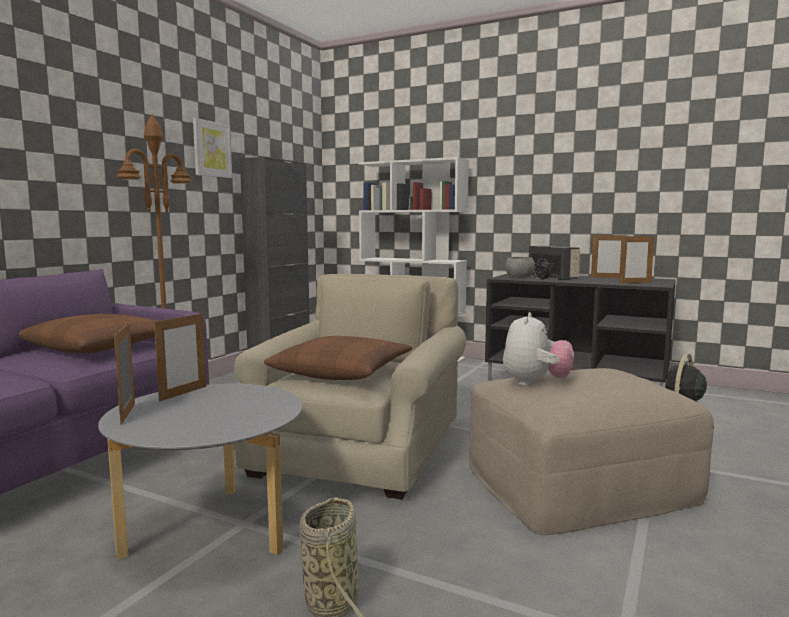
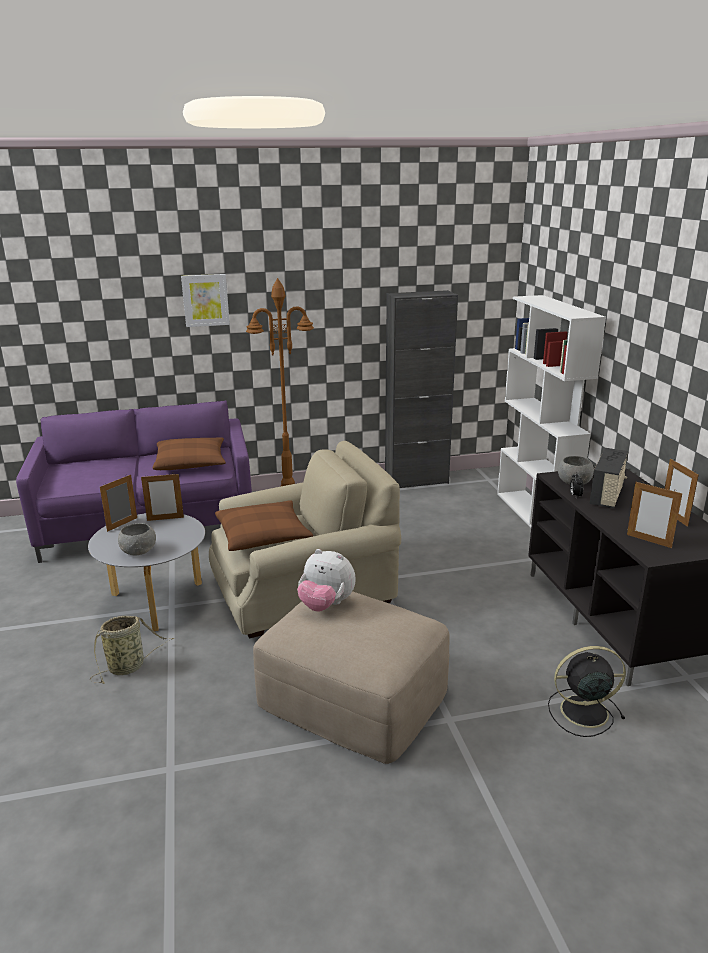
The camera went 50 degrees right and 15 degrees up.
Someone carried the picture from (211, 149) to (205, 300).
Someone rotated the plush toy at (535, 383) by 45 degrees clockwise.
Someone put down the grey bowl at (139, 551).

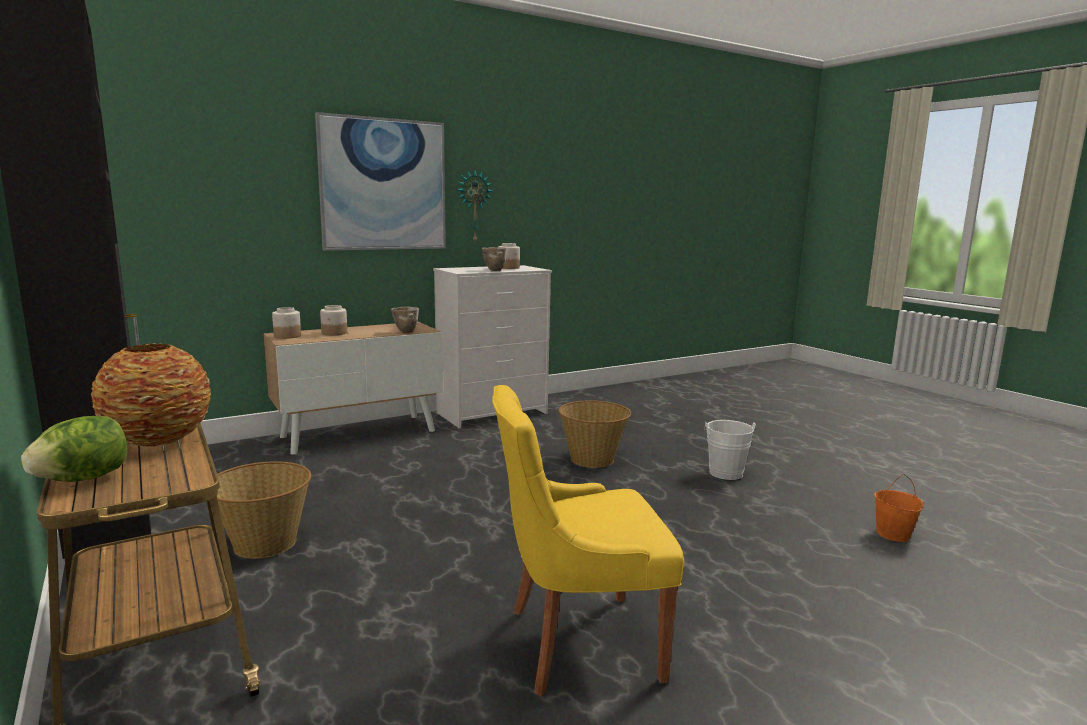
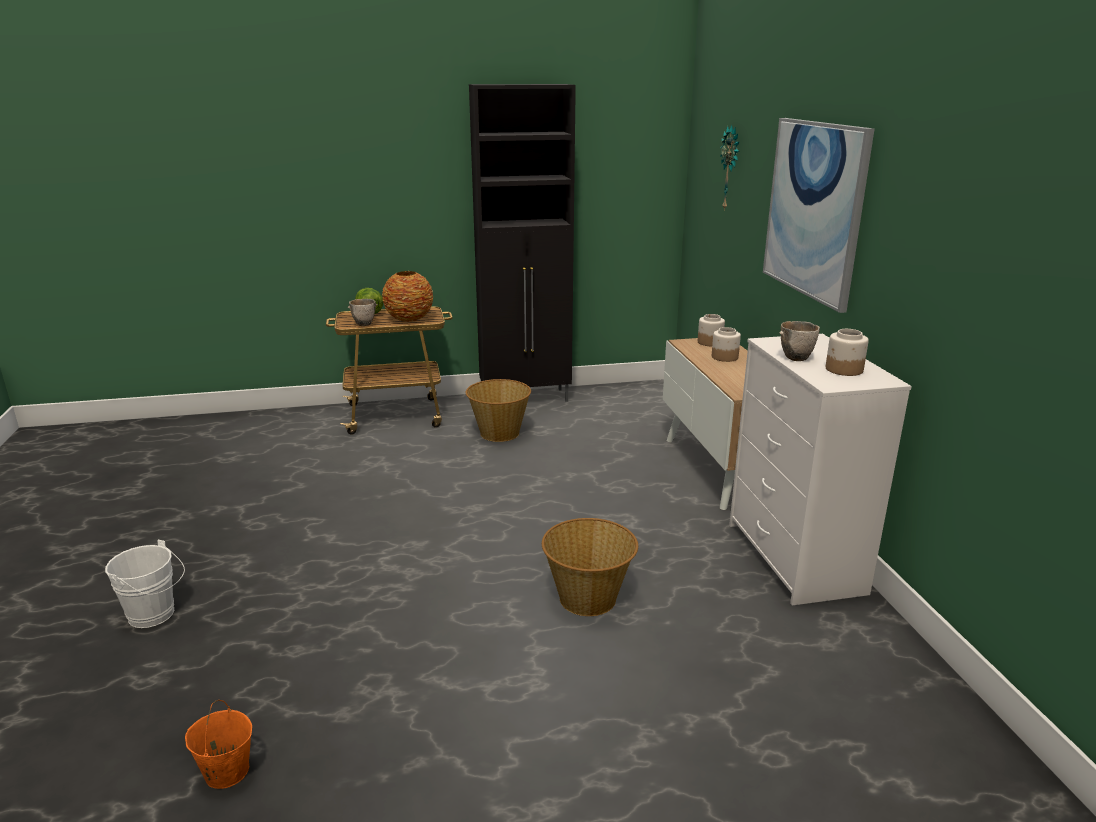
The camera went 110 degrees right and 10 degrees up.
Someone carried the bowl from (405, 331) to (365, 324).
Someone carried the wall clock from (473, 207) to (731, 168).
Someone took away the yellow chair at (577, 643).
Someone carried the white bucket from (724, 471) to (155, 615).

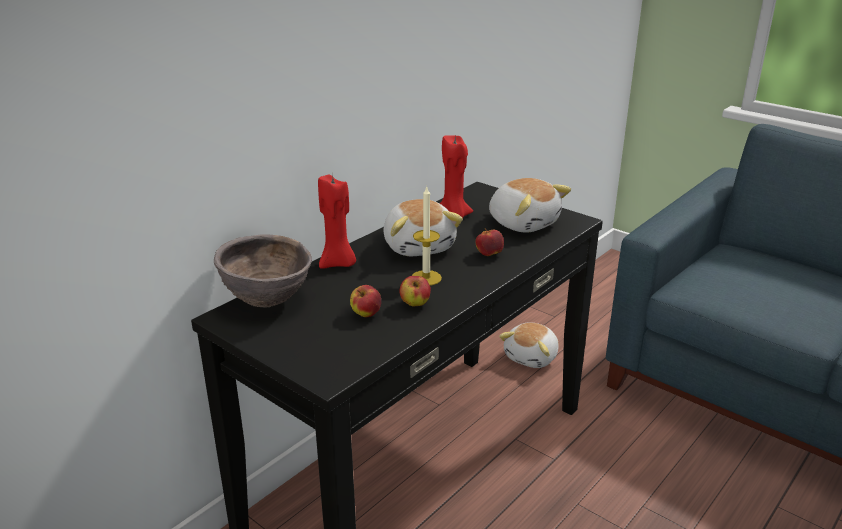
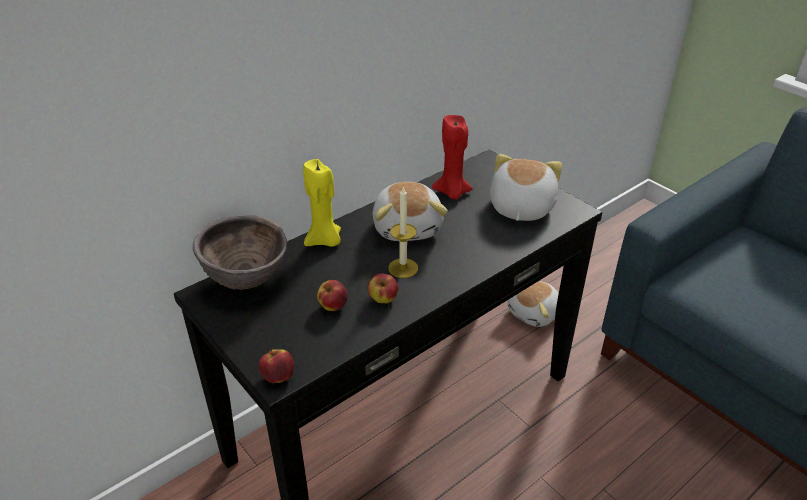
The camera went 10 degrees right and 10 degrees up.
Someone repainted the red candle at (338, 263), which became the yellow candle at (325, 241).
Someone carried the apple from (489, 254) to (278, 377).
Someone rotated the plush toy at (523, 222) by 135 degrees counterclockwise.

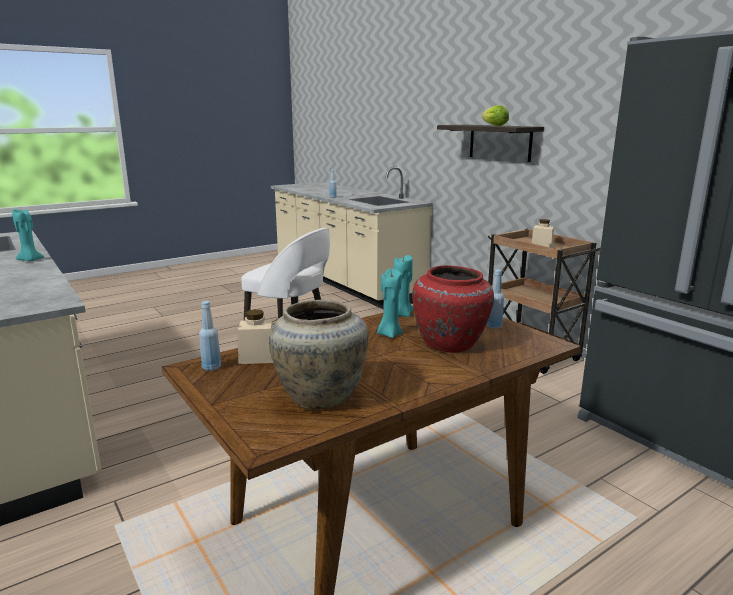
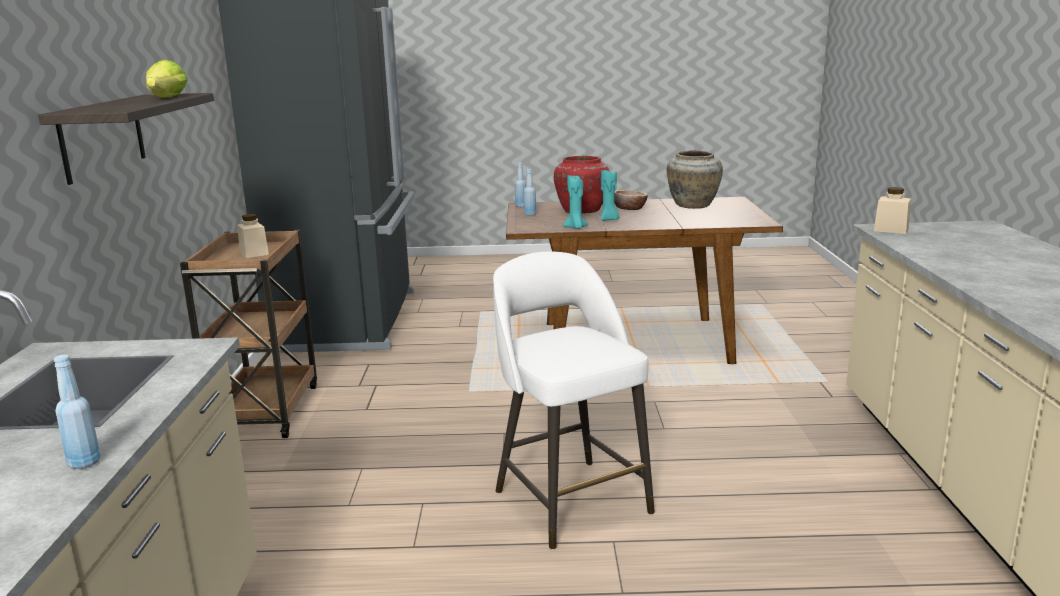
The camera went 145 degrees left and 0 degrees up.
Someone took away the turquoise candle at (30, 260).
Someone carried the blue bottle from (211, 367) to (521, 206).
Someone carried the beige jar from (257, 357) to (891, 230).
Someone put down the bowl at (629, 208).

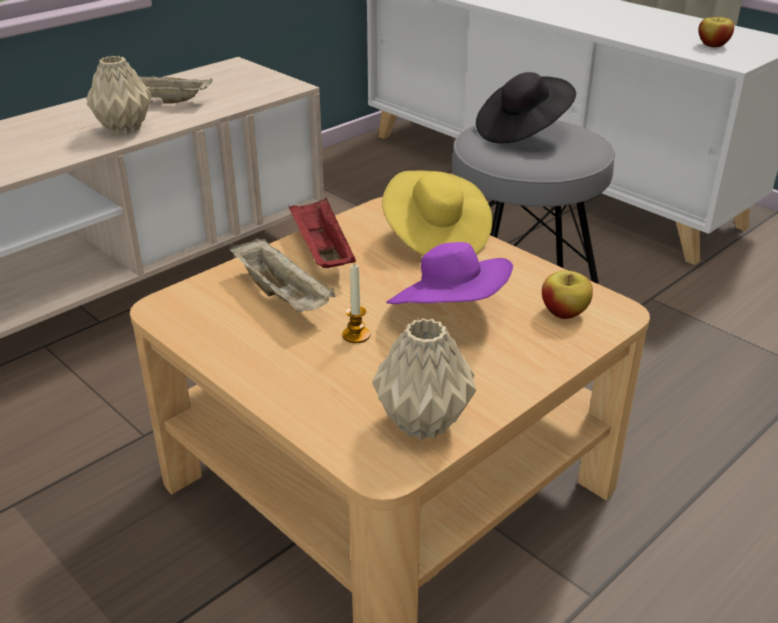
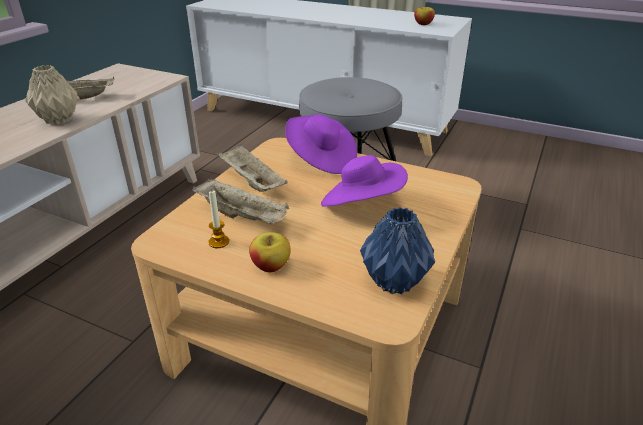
The camera went 20 degrees left and 0 degrees up.
Someone repainted the red tray at (321, 252), which became the beige tray at (251, 182).
Someone carried the candle from (356, 335) to (219, 242).
Someone repainted the beige vase at (425, 423), which became the blue vase at (396, 282).
Someone repainted the yellow hat at (435, 239), which became the purple hat at (321, 160).
Someone took away the black hat at (522, 131).
Someone carried the apple from (564, 312) to (271, 265).

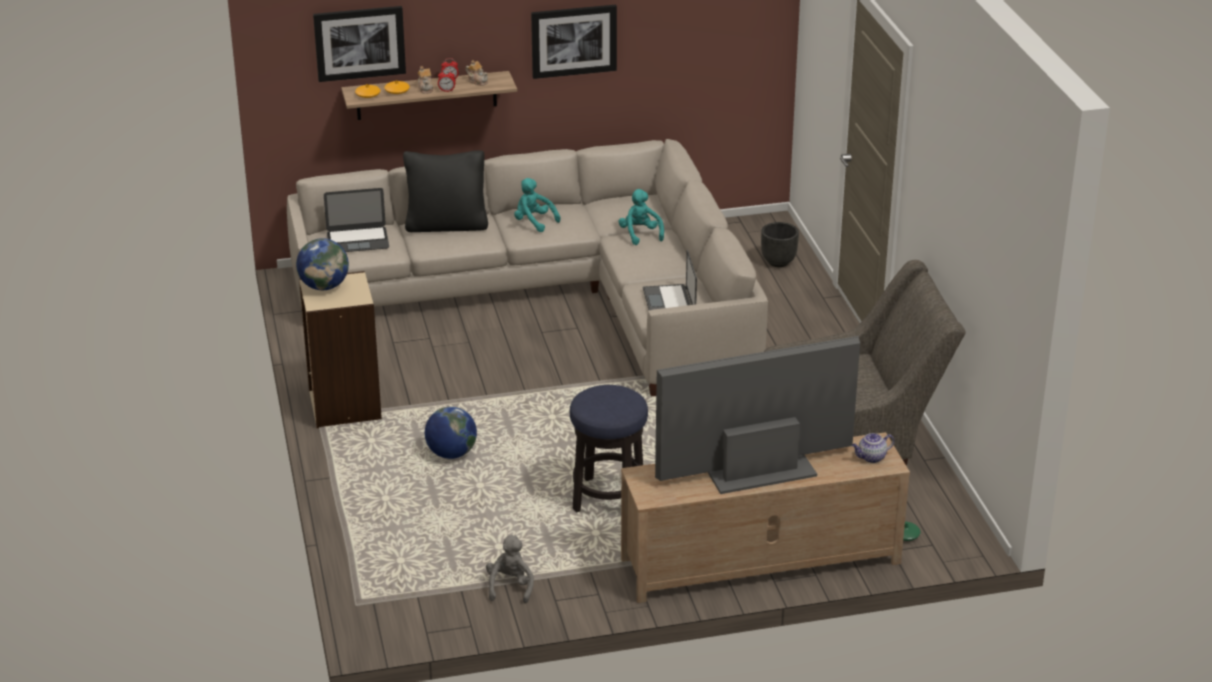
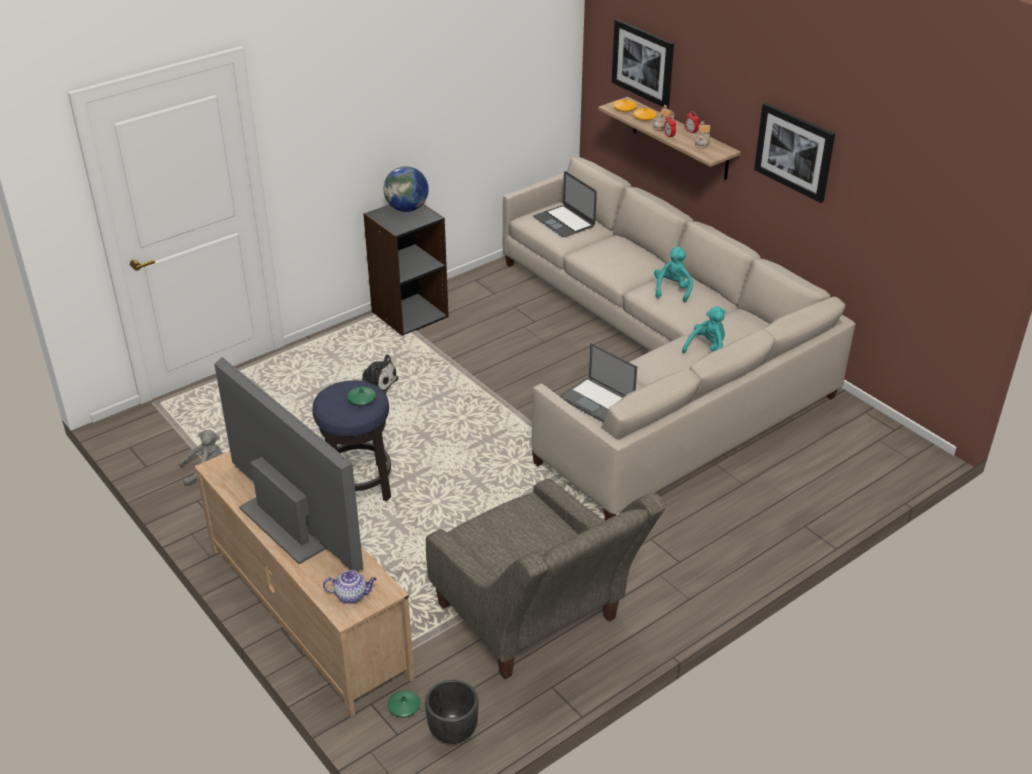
The camera went 65 degrees right and 5 degrees up.
Someone repainted the beige bookcase at (344, 406), which became the black bookcase at (409, 314).
Someone took away the black pillow at (447, 225).
Someone swapped the globe at (451, 454) for the plush toy at (376, 383).
Someone rotated the laptop at (669, 302) by 105 degrees counterclockwise.
Someone carried the black planter from (779, 262) to (453, 732).
Someone rotated the teapot at (871, 458) by 135 degrees clockwise.
Someone put down the green vase at (362, 399).

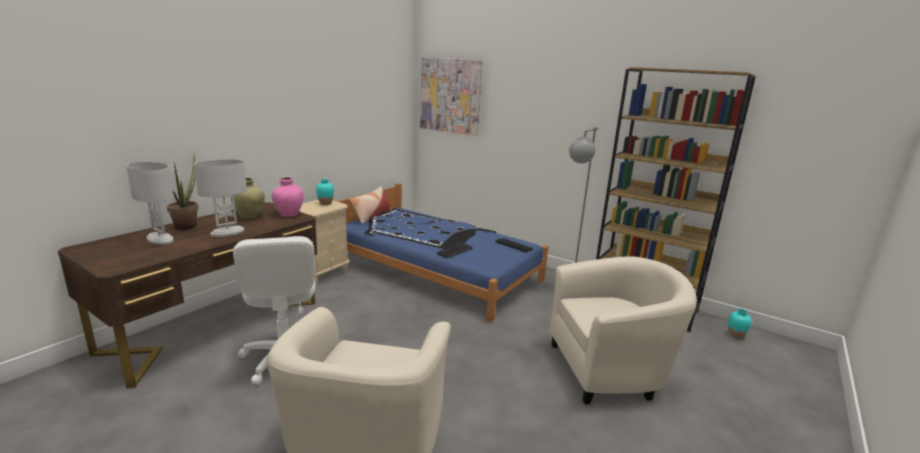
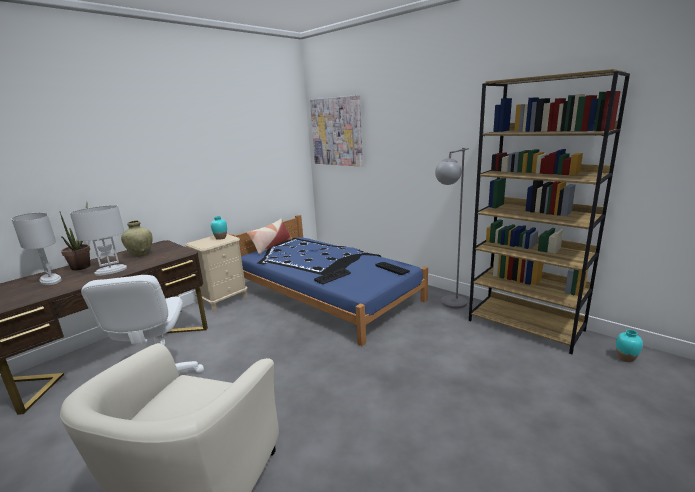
The camera went 10 degrees right and 0 degrees up.
Someone took away the pink vase at (289, 214).
Someone took away the beige armchair at (609, 370).

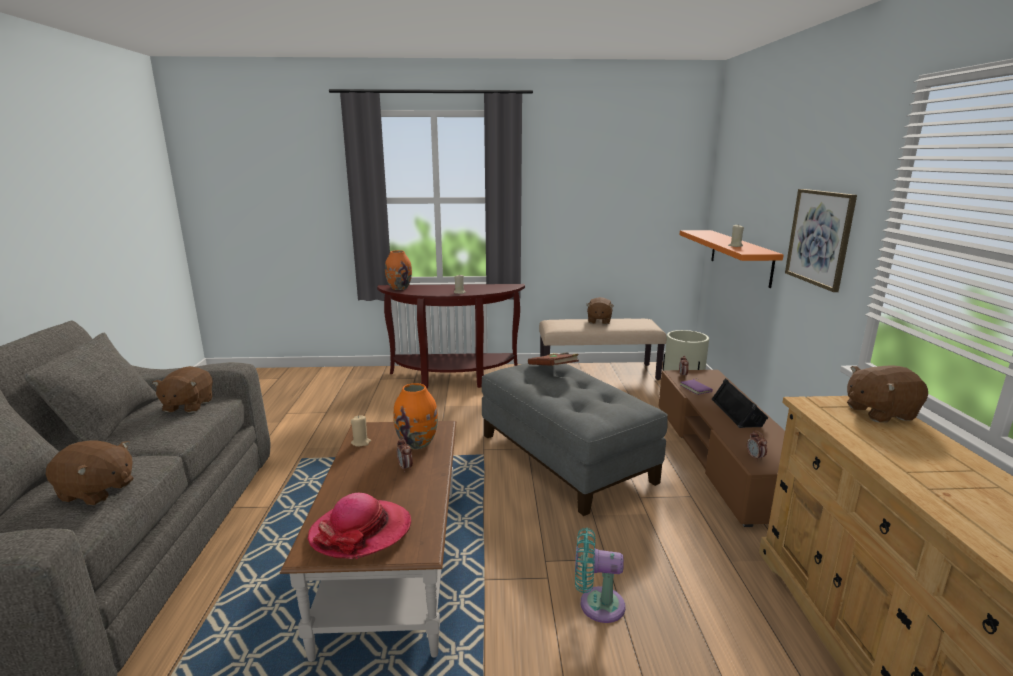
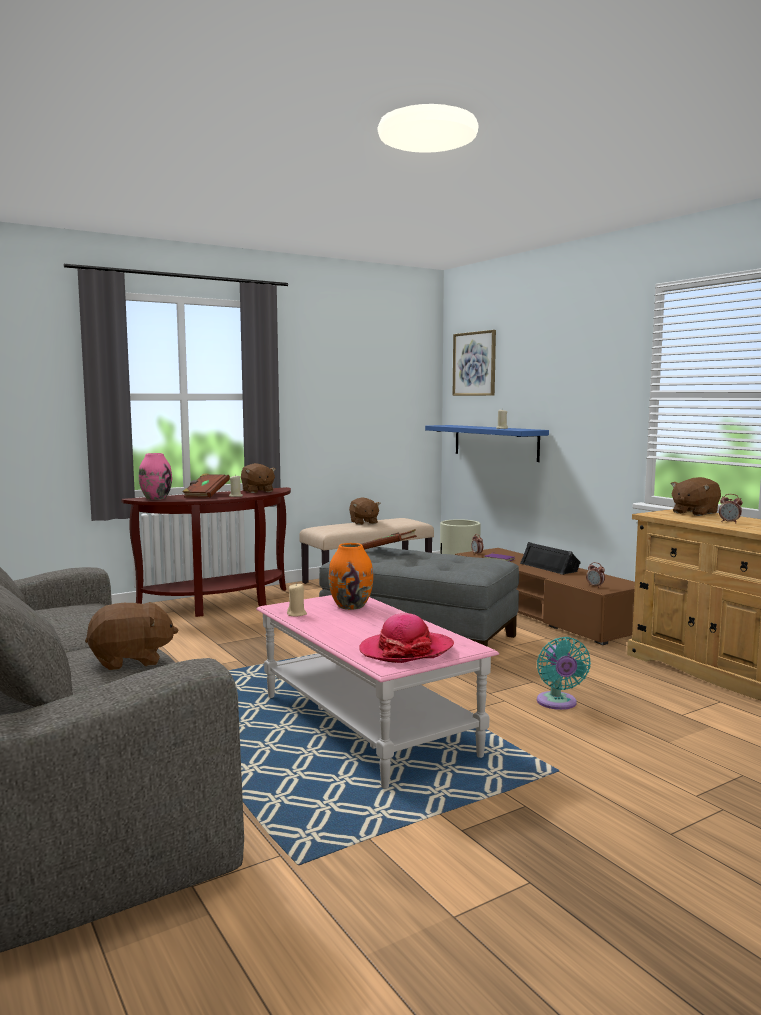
The camera went 30 degrees left and 10 degrees down.
Someone carried the brown plush toy from (188, 405) to (257, 491).
Someone repainted the brown coffee table at (393, 563), which became the pink coffee table at (366, 725).
Someone repainted the orange vase at (399, 288), which became the pink vase at (156, 498).
Someone carried the alarm clock from (405, 468) to (729, 522).
Someone rotated the turquoise fan at (597, 604) by 75 degrees counterclockwise.
Someone repainted the orange shelf at (740, 256), which became the blue shelf at (495, 442).
Someone carried the picture from (819, 237) to (474, 364).
Someone put down the brown book at (206, 495).

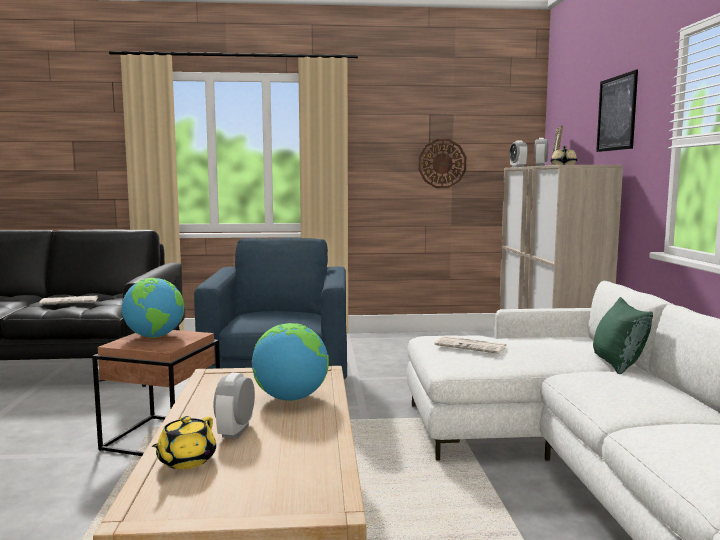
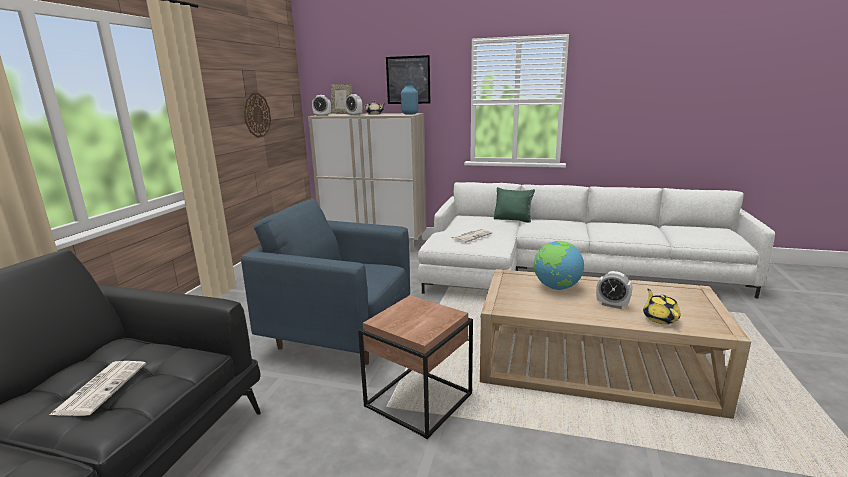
The camera went 70 degrees left and 10 degrees up.
Someone took away the globe at (155, 336).
Someone rotated the yellow teapot at (185, 461) by 135 degrees counterclockwise.
Someone put down the blue vase at (409, 114).

